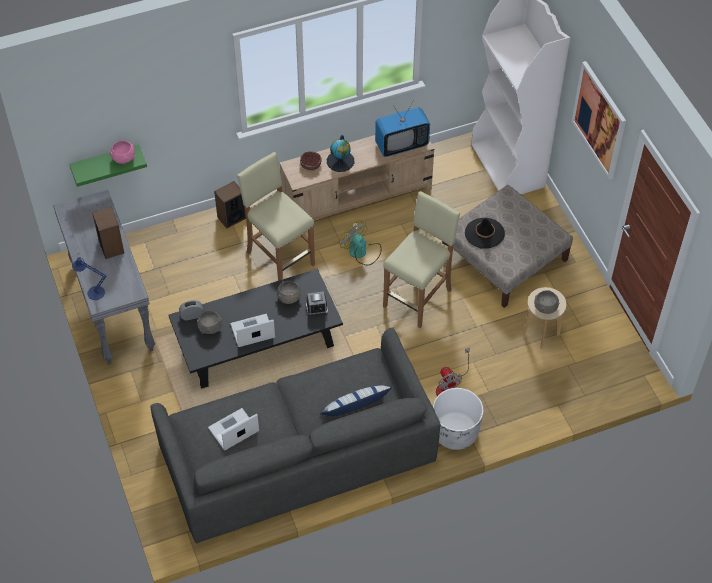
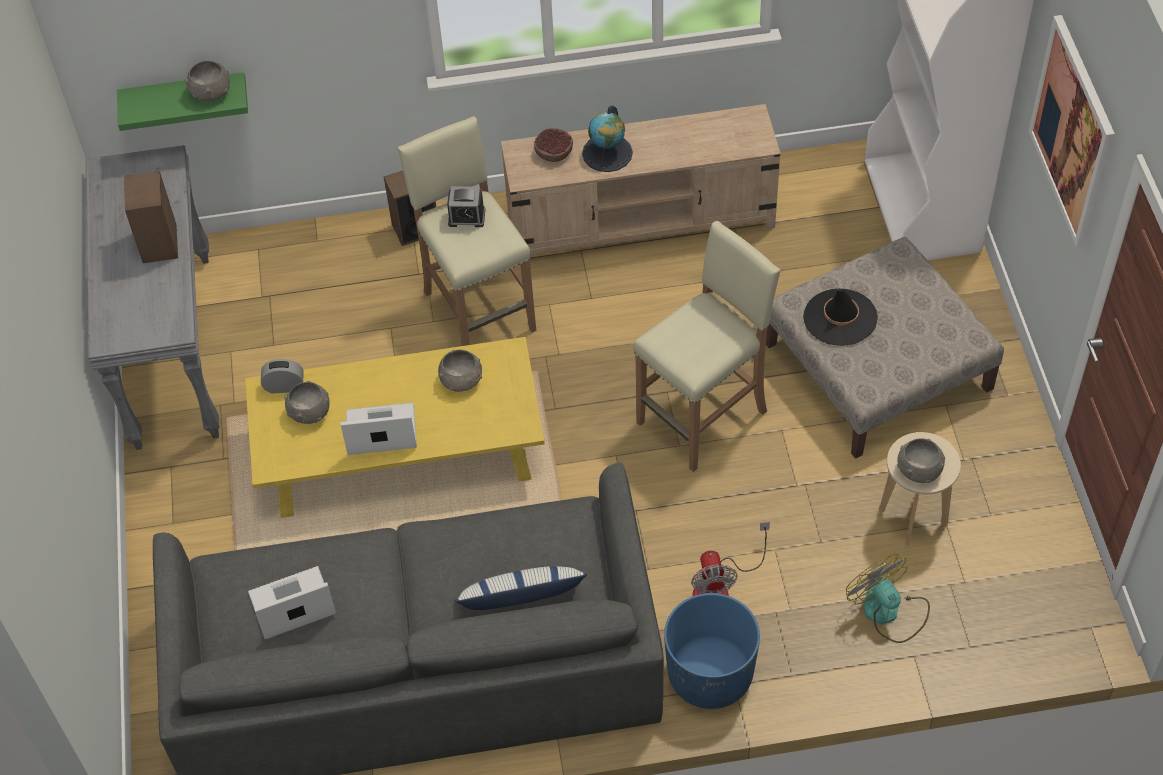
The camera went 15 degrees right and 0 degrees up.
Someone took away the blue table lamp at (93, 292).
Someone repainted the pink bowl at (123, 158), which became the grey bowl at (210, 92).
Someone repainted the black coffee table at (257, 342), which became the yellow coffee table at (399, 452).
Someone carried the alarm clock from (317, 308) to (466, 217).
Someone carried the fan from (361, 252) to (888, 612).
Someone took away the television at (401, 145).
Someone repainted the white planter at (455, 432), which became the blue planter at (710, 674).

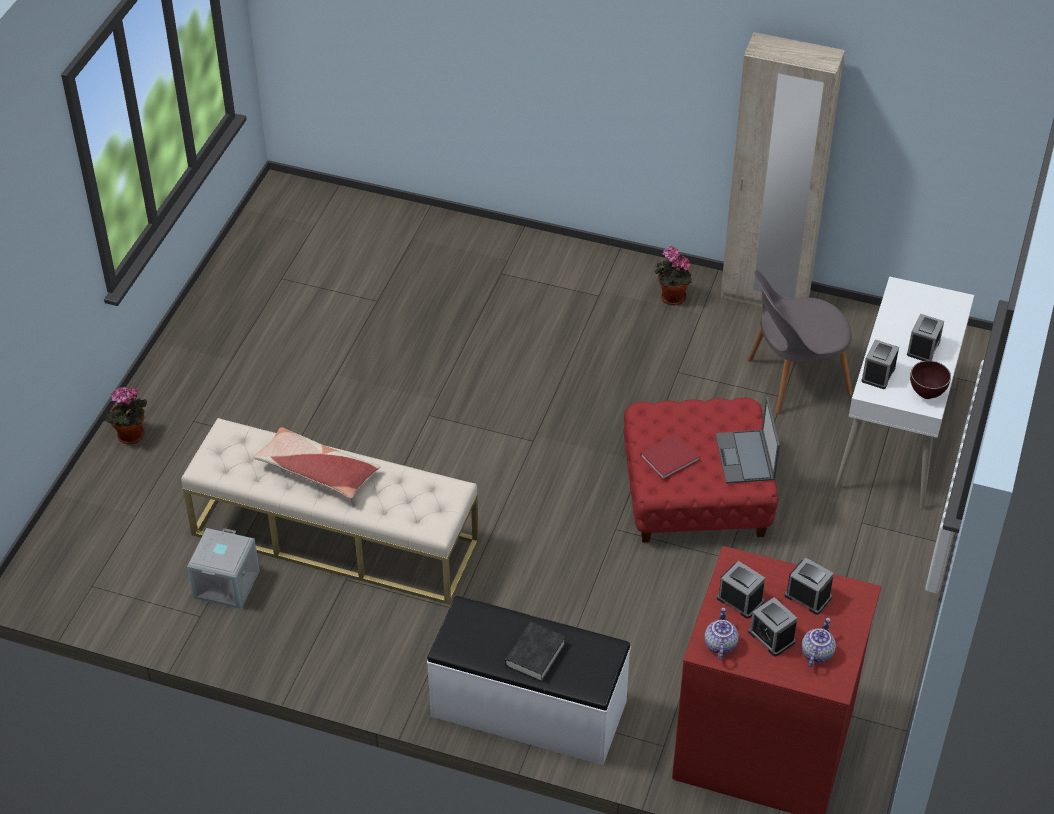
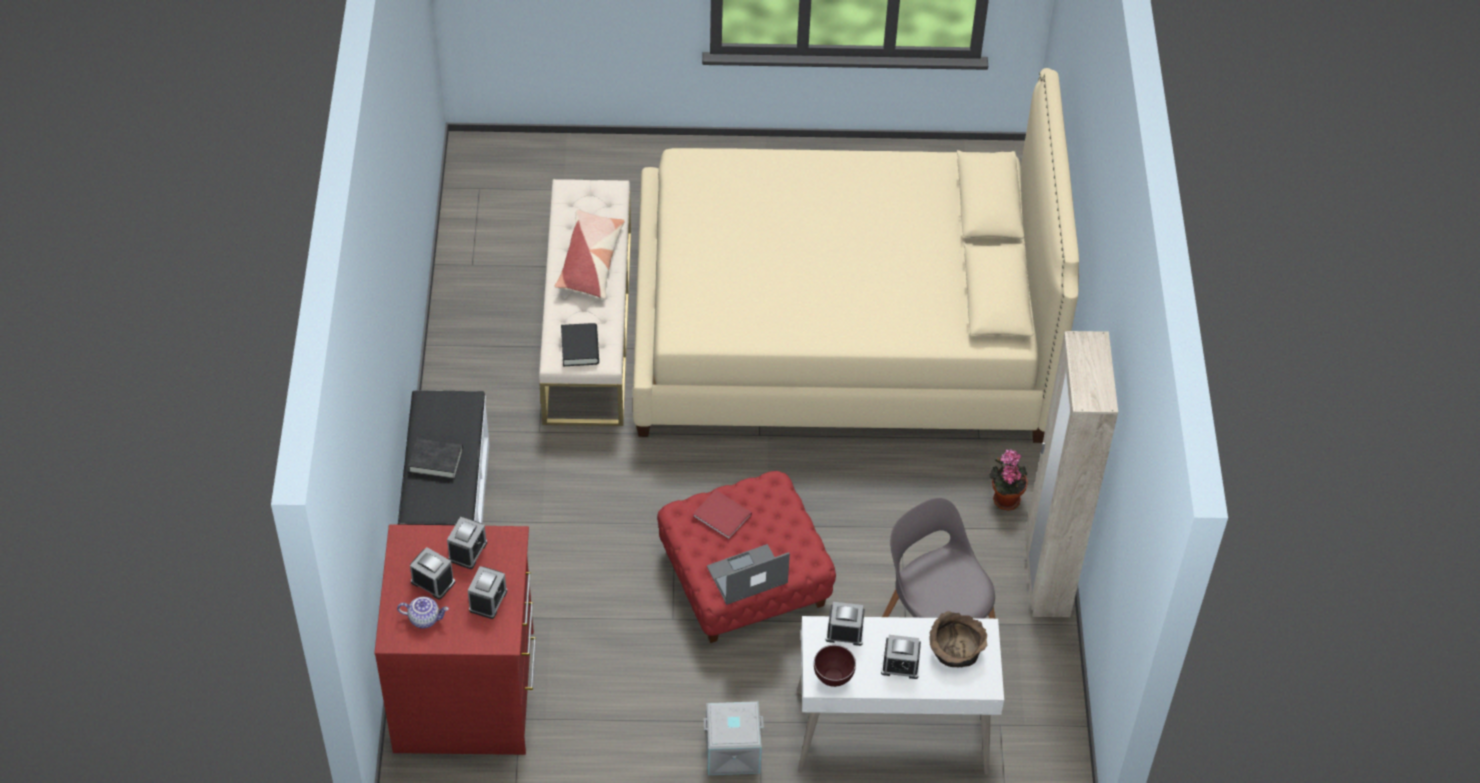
The camera went 70 degrees right and 5 degrees up.
Someone took away the potted plant at (131, 437).
Someone carried the grey storage box from (227, 585) to (732, 752).
Someone took away the teapot at (719, 644).
Someone rotated the alarm clock at (771, 637) by 90 degrees clockwise.
Someone put down the black book at (580, 348).
Someone put down the beige bed at (840, 330).
Someone put down the brown bowl at (955, 650).

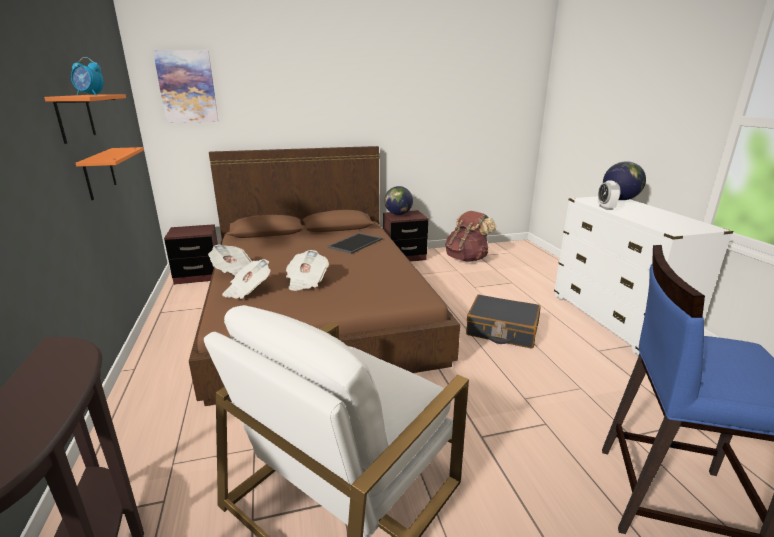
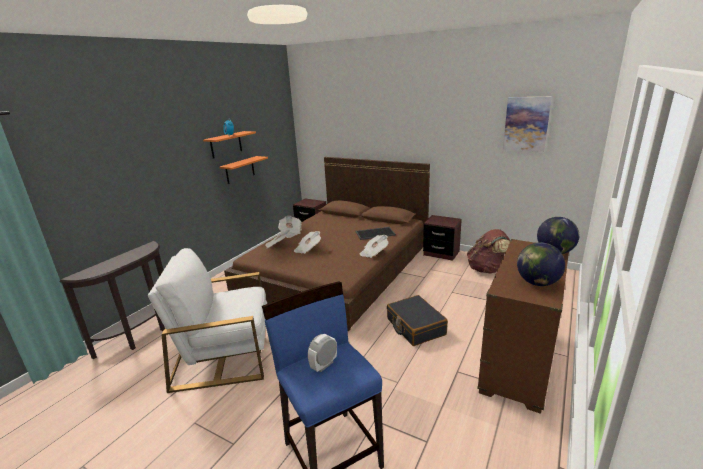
The camera went 45 degrees right and 0 degrees up.
Someone carried the picture from (187, 87) to (526, 124).
Someone carried the globe from (398, 214) to (537, 283).
Someone repainted the white dresser at (616, 321), which became the brown dresser at (518, 362).
Someone carried the alarm clock from (606, 208) to (324, 365).
Someone put down the newspaper at (374, 253).

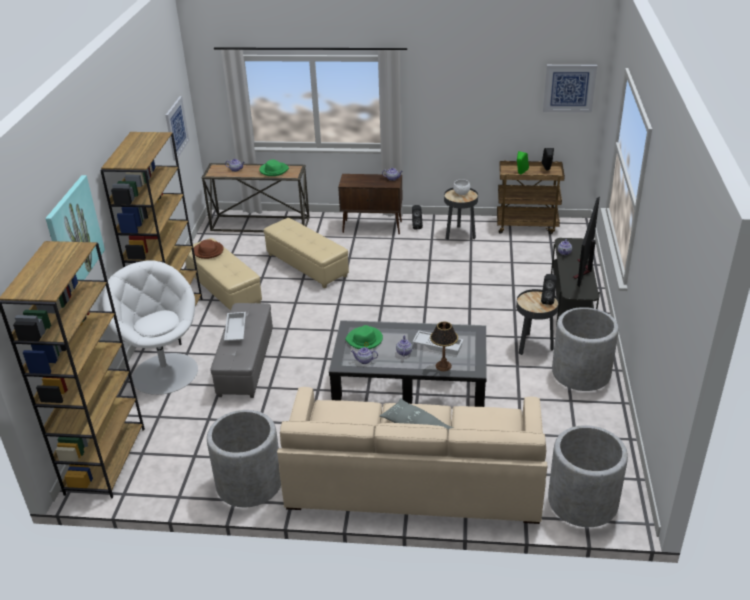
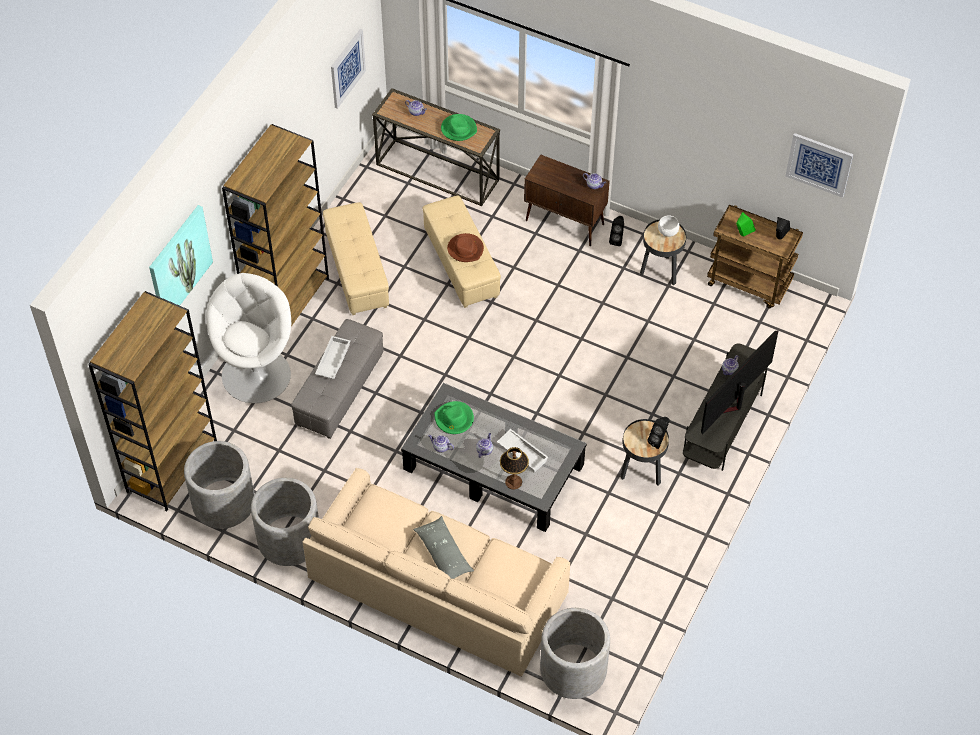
The camera went 20 degrees right and 20 degrees up.
Someone rotated the white armchair at (165, 372) by 45 degrees clockwise.
Someone carried the brown hat from (208, 251) to (465, 249).
Someone carried the grey planter from (581, 373) to (223, 502).

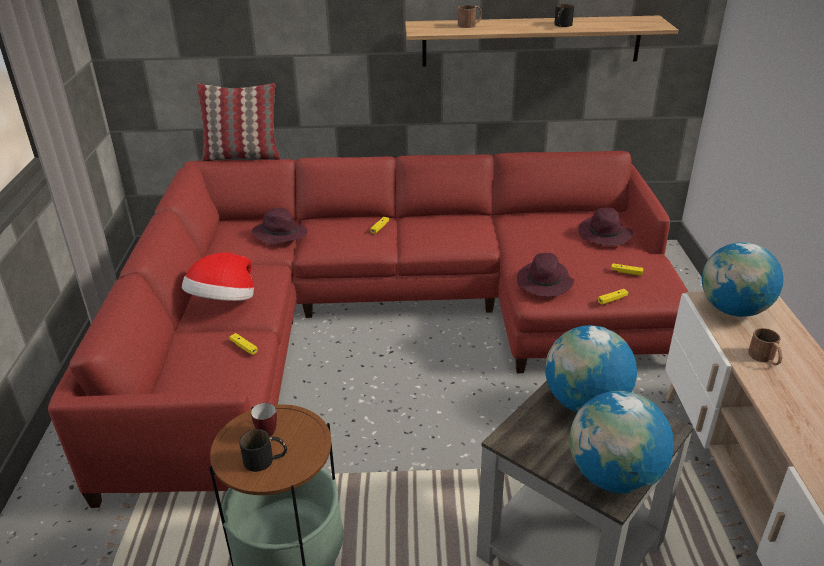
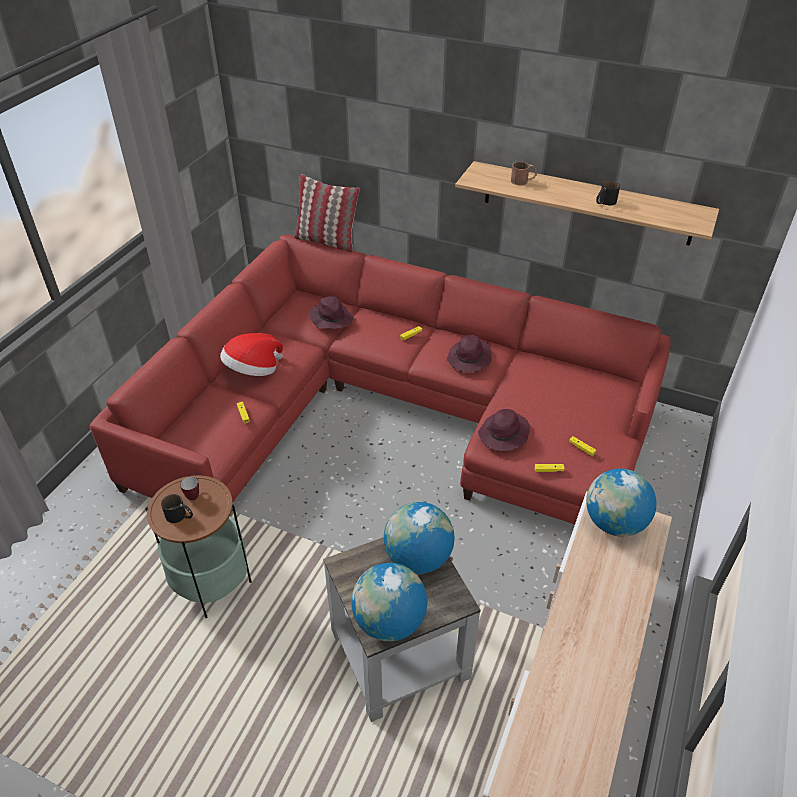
The camera went 25 degrees right and 10 degrees up.
Someone carried the purple hat from (605, 235) to (469, 359).
Someone took away the brown mug at (765, 358).

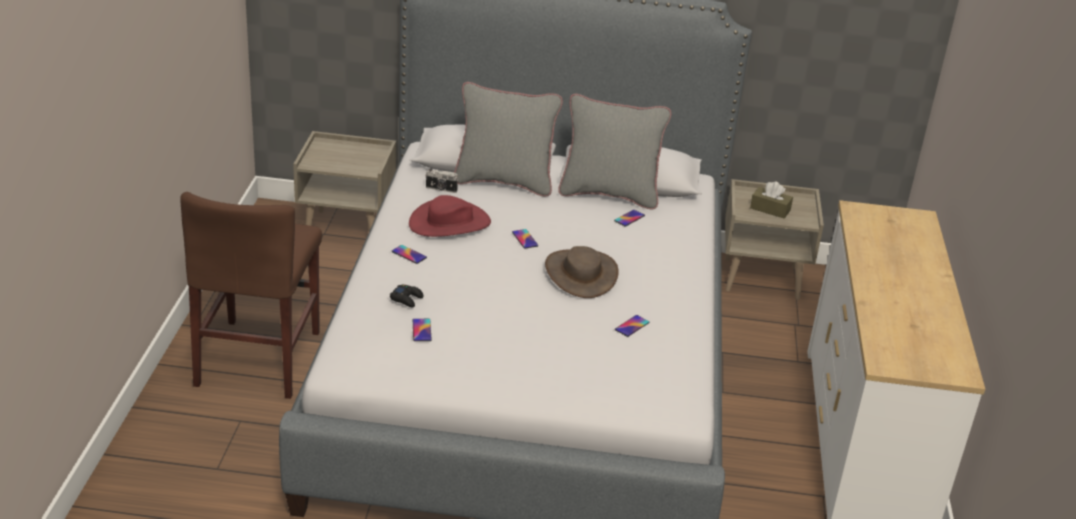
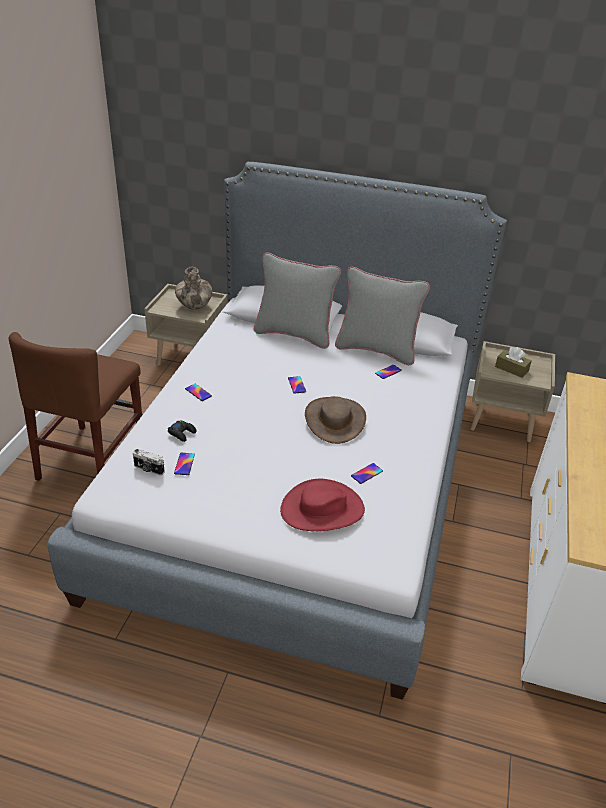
The camera went 10 degrees right and 5 degrees up.
Someone carried the red hat from (449, 223) to (322, 509).
Someone carried the photo camera from (441, 189) to (148, 469).
Someone put down the vase at (194, 306).

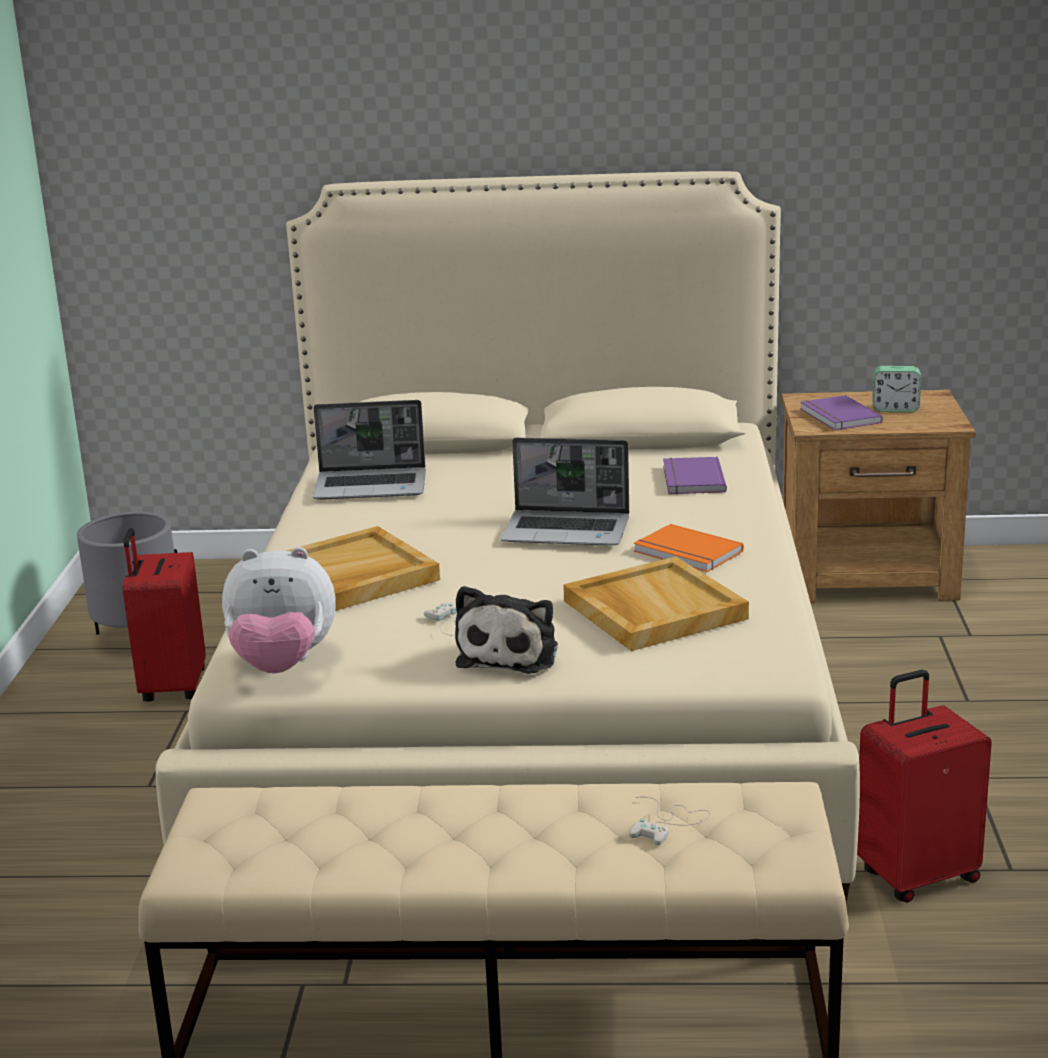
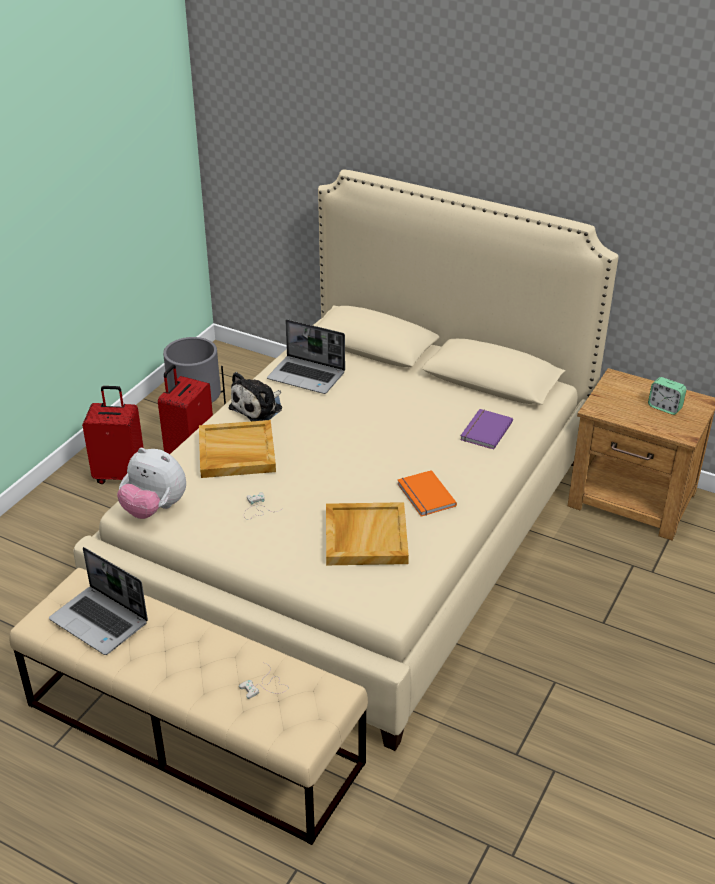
The camera went 25 degrees right and 15 degrees up.
Someone carried the plush toy from (511, 654) to (258, 407).
Someone carried the laptop from (568, 531) to (100, 621).
Someone took away the purple book at (838, 416).
Someone carried the red suitcase from (916, 875) to (121, 474).

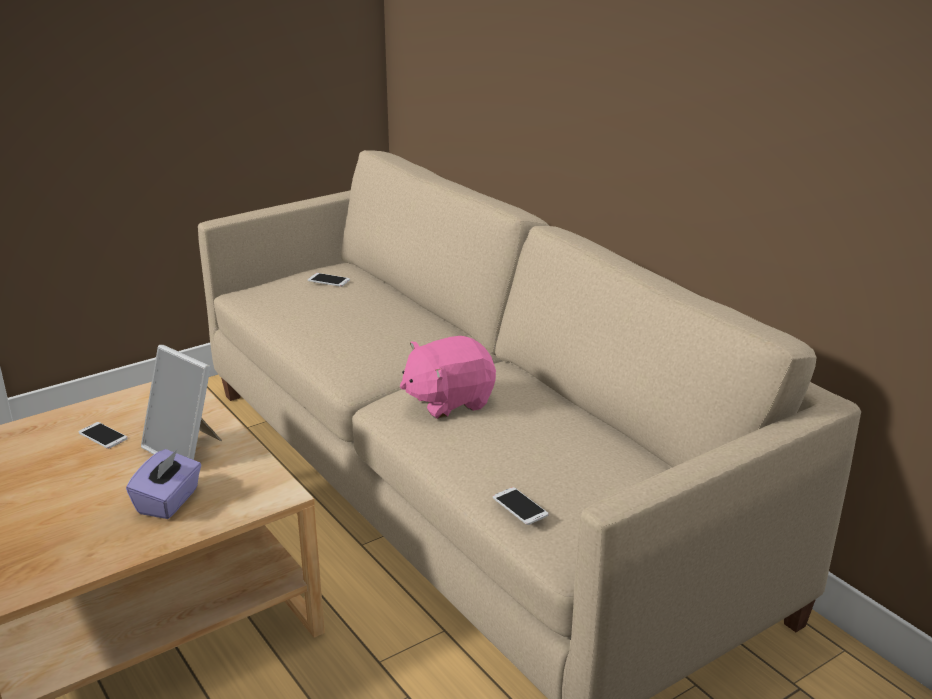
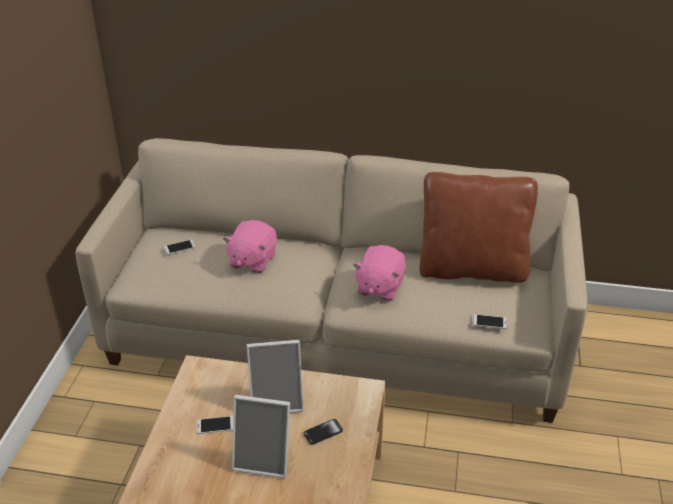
The camera went 45 degrees left and 10 degrees up.
Someone swapped the purple tissue box at (169, 501) for the phone at (323, 432).
Someone put down the pink plush toy at (252, 260).
Someone put down the picture frame at (264, 459).
Someone put down the brown pillow at (471, 269).

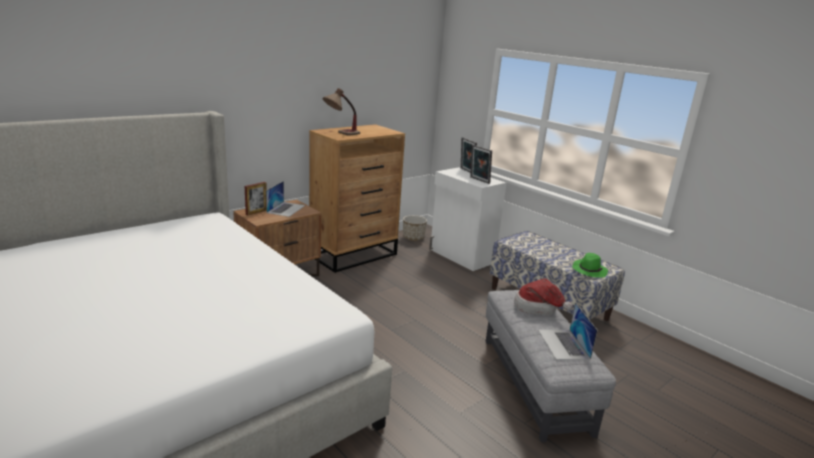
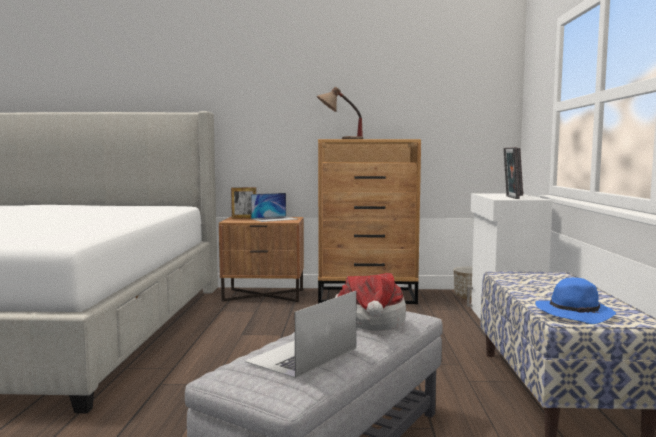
The camera went 45 degrees right and 15 degrees down.
Someone repainted the green hat at (588, 271), which became the blue hat at (575, 314).

